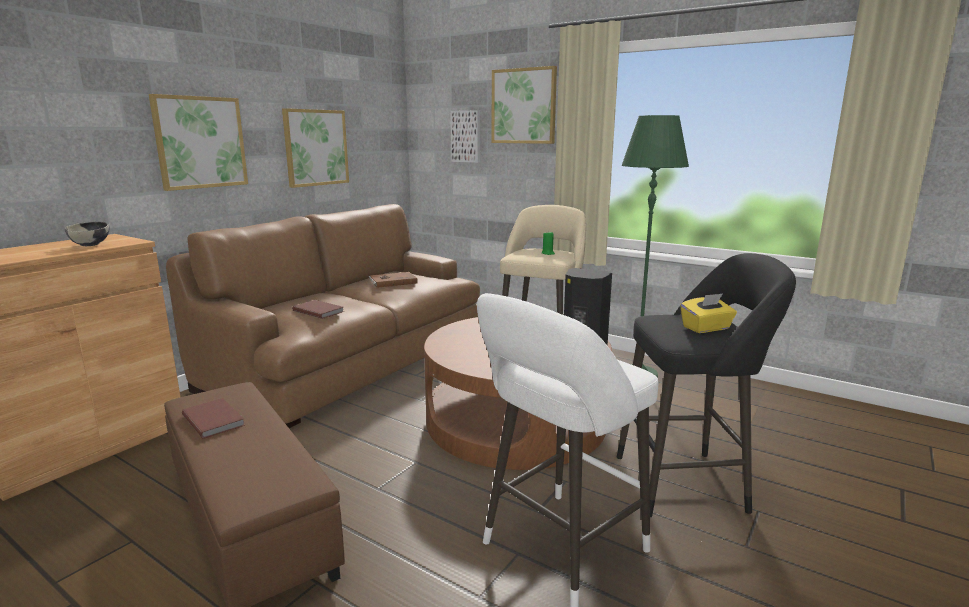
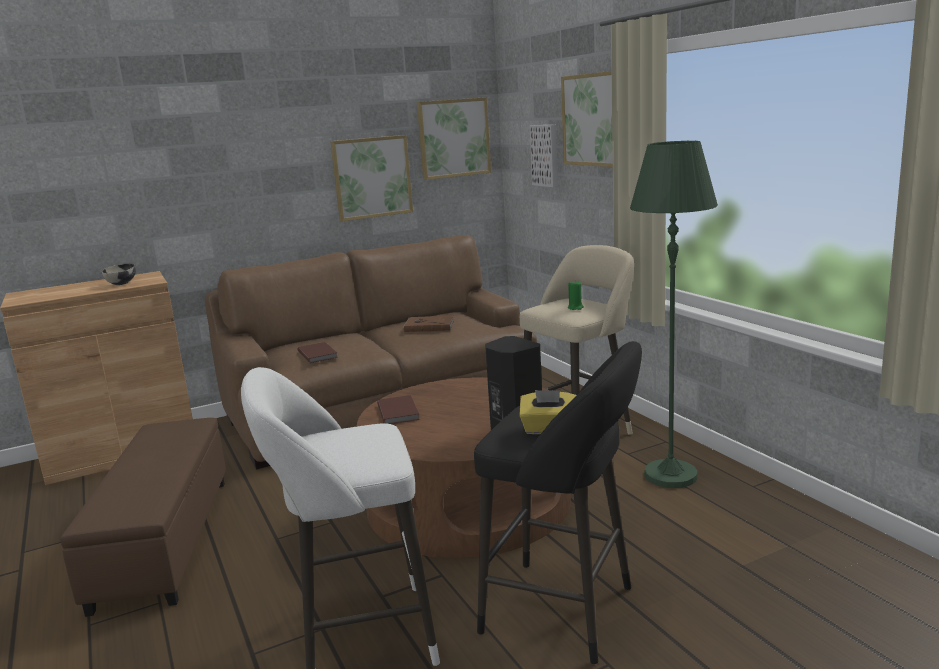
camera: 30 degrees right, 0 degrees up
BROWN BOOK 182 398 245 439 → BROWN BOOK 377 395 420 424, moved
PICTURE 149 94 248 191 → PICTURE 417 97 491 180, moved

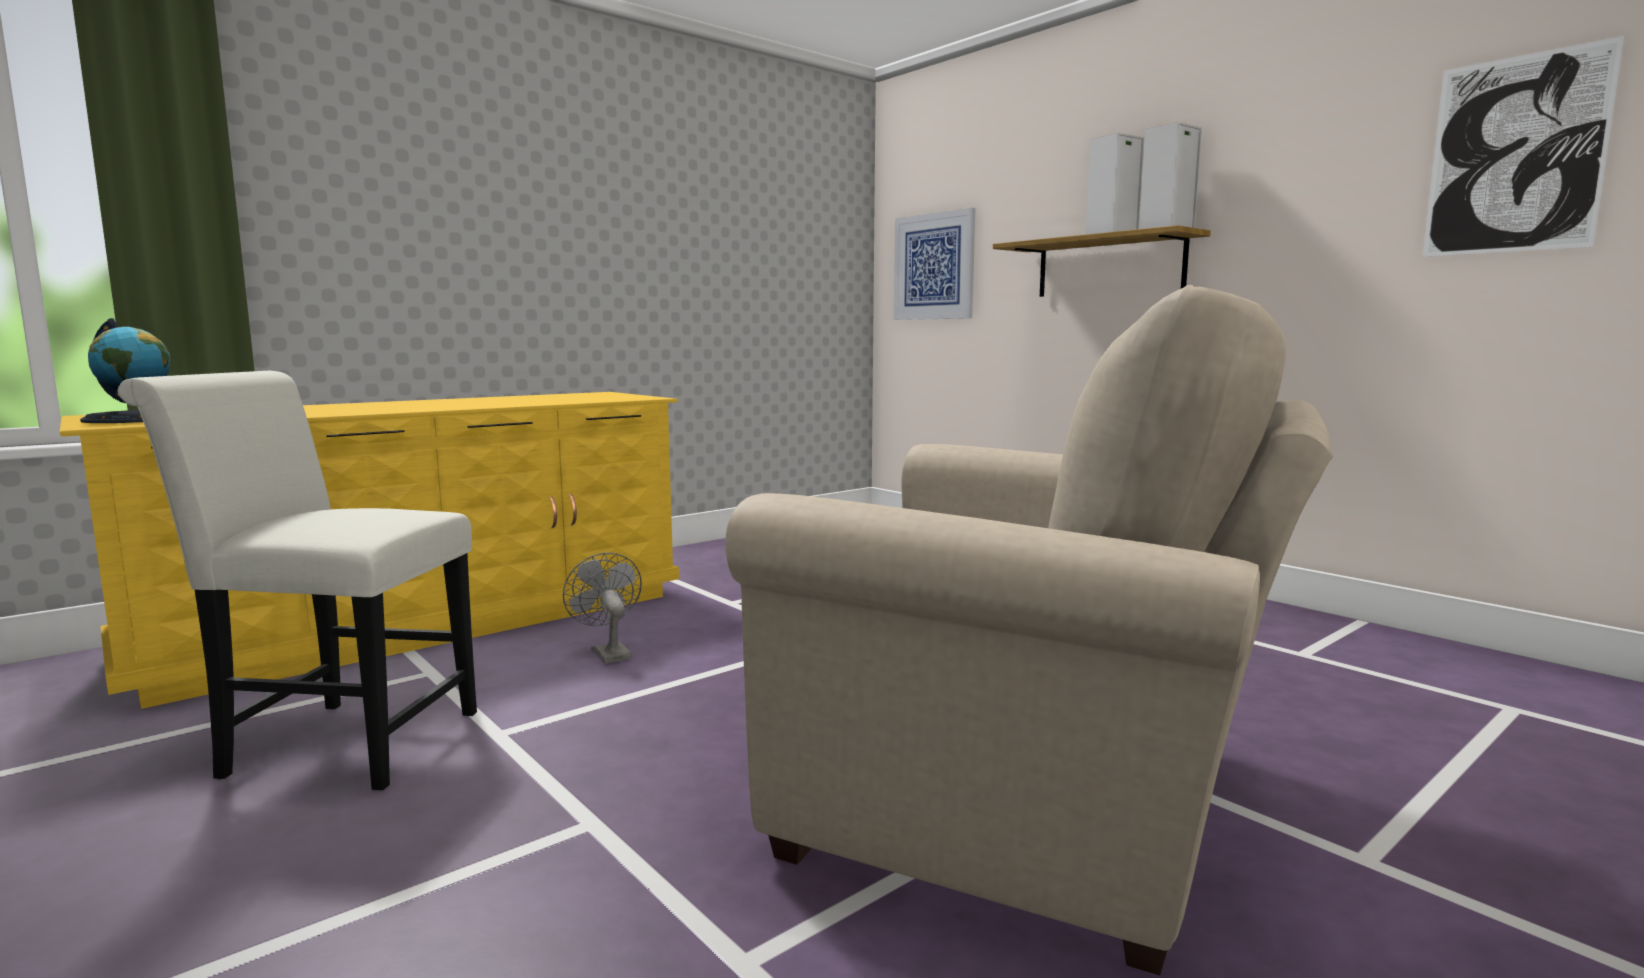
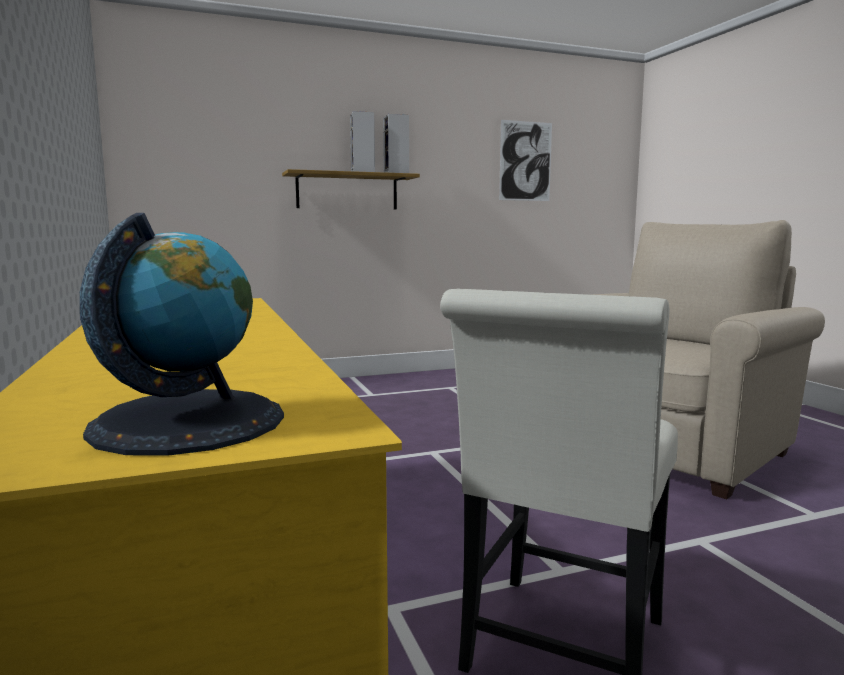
camera: 70 degrees left, 0 degrees up
GREY FAN 563 553 642 664 → -
PICTURE 894 208 975 320 → -

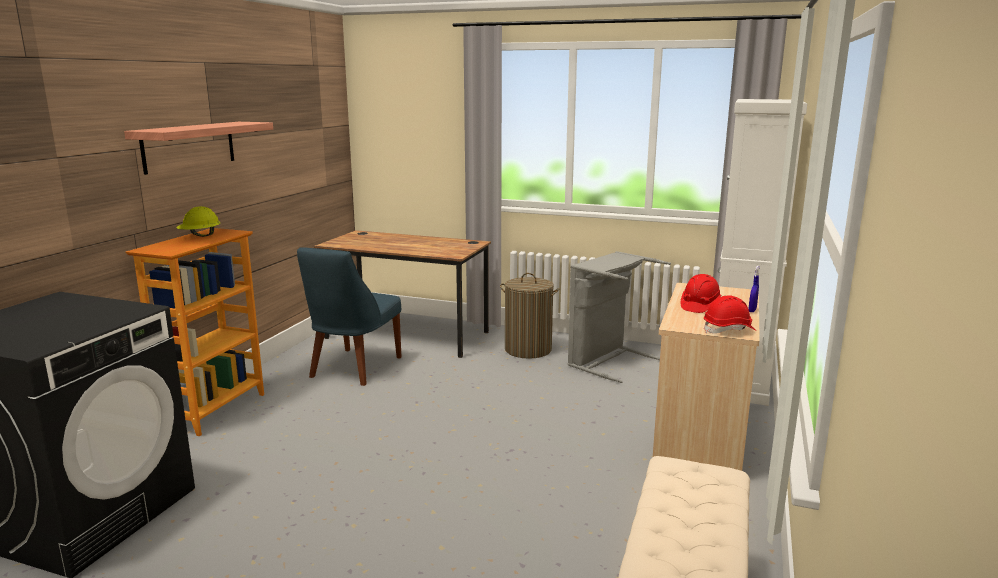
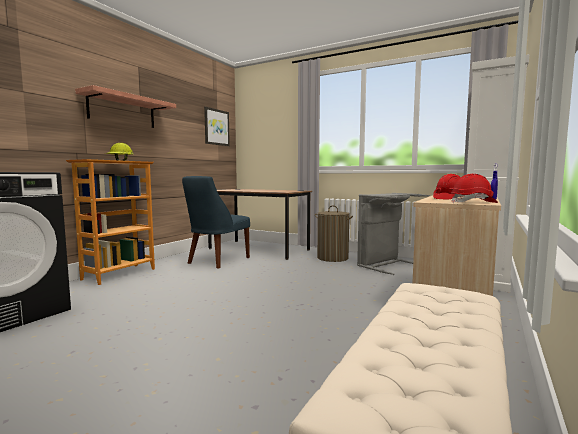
camera: 10 degrees right, 10 degrees down
- → PICTURE 204 107 230 146

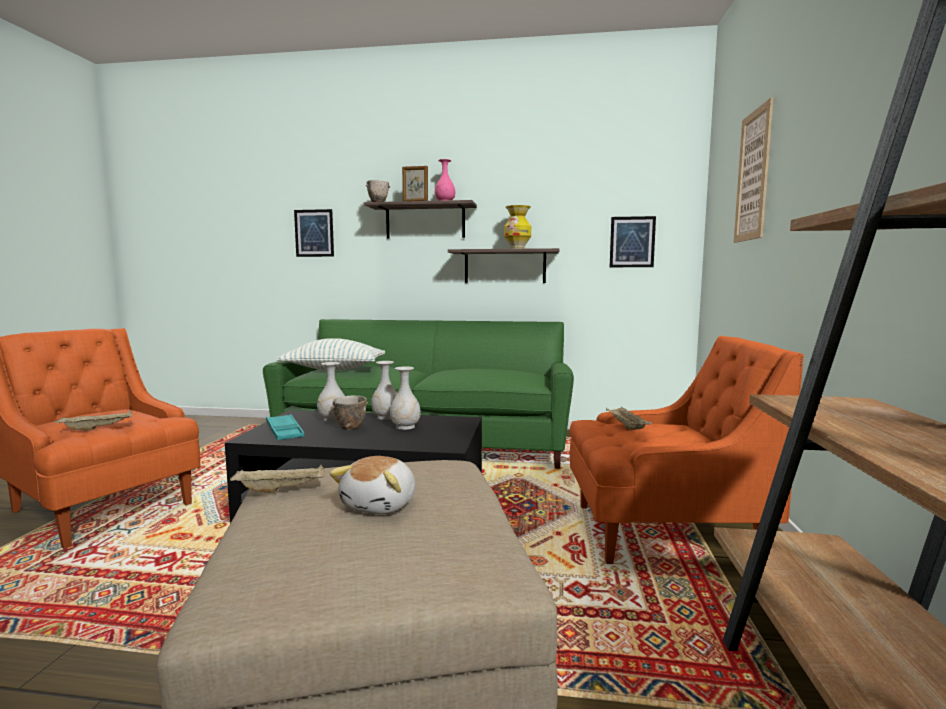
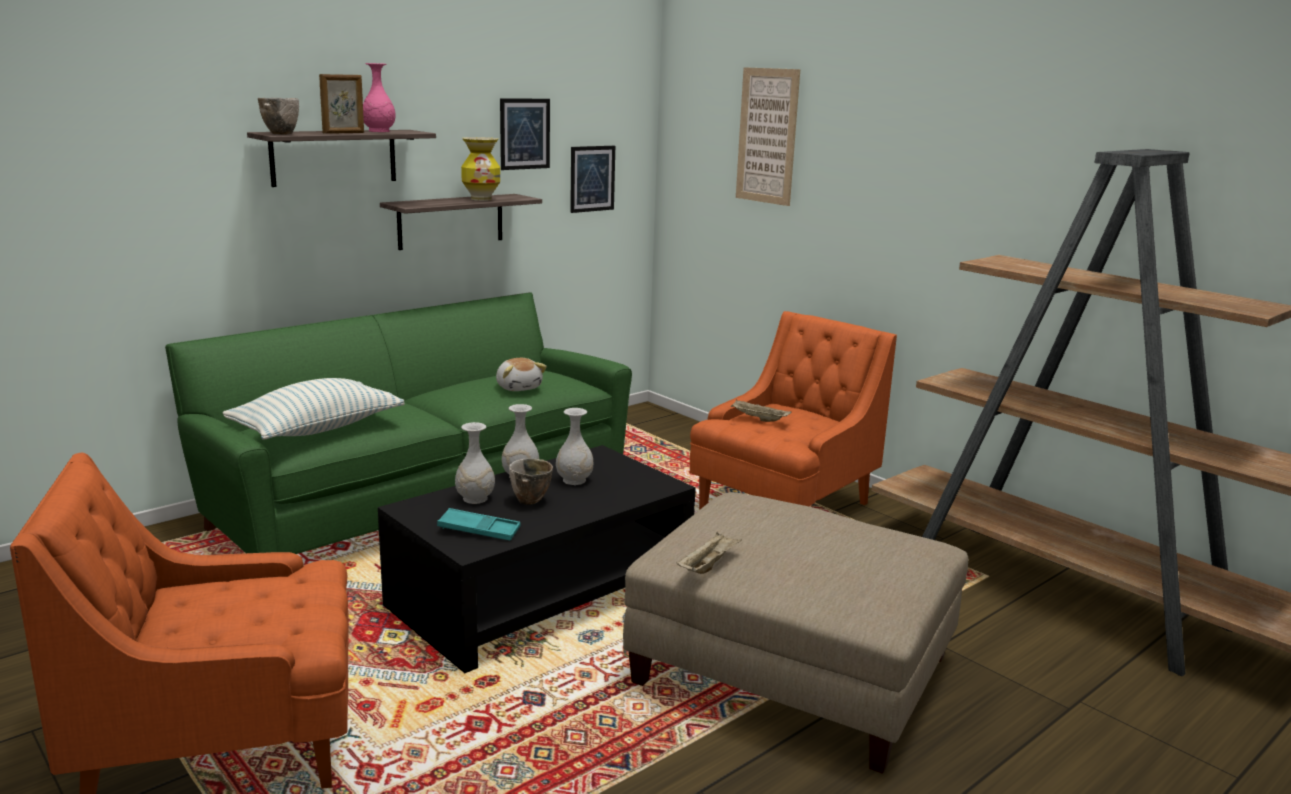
camera: 50 degrees left, 10 degrees up
PLUSH TOY 330 456 415 514 → PLUSH TOY 496 358 547 391, moved
PICTURE 294 209 334 257 → PICTURE 500 98 550 170, moved
BEIGE TRAY 55 411 132 431 → -

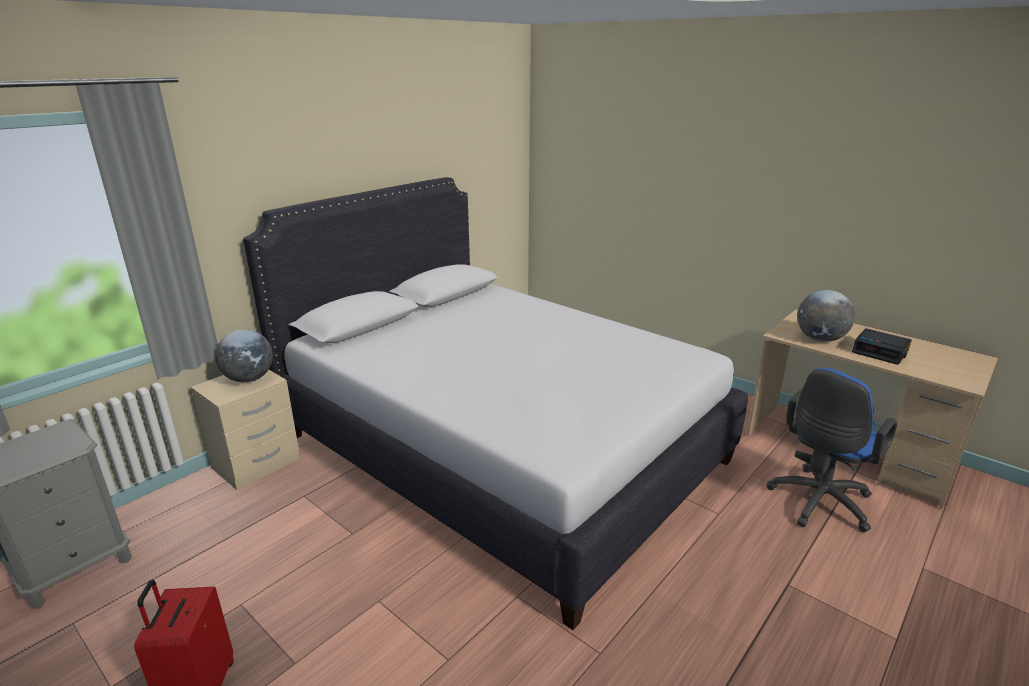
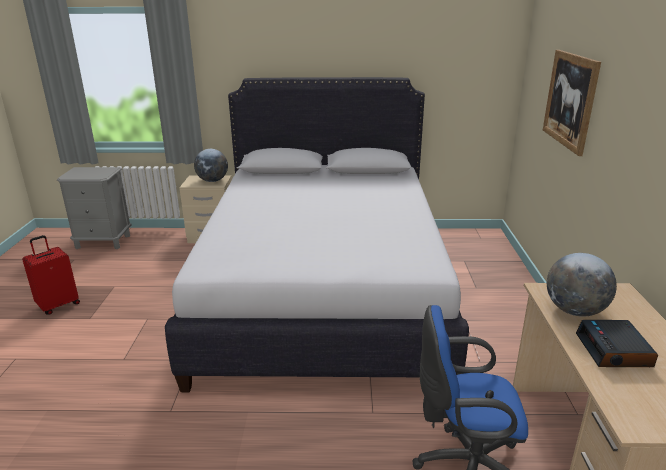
camera: 50 degrees right, 0 degrees up
- → PICTURE 543 50 601 156

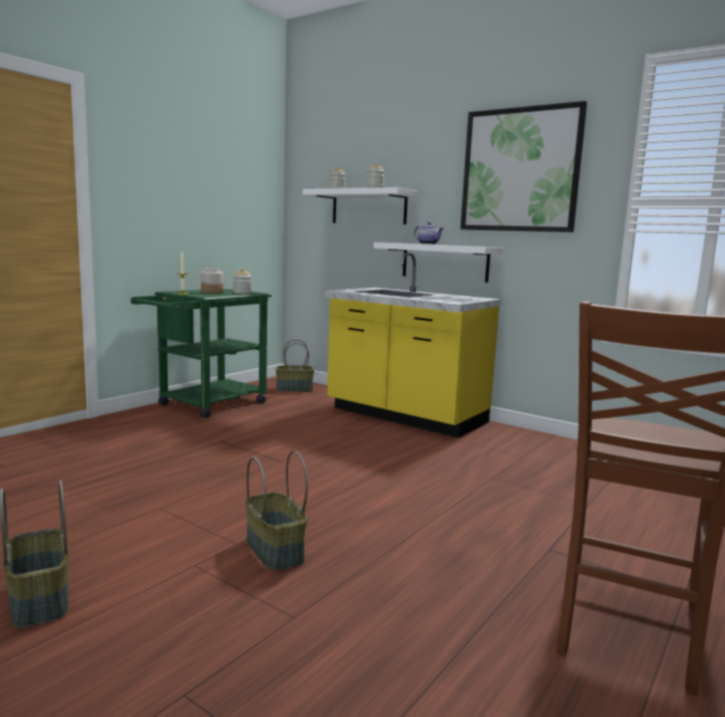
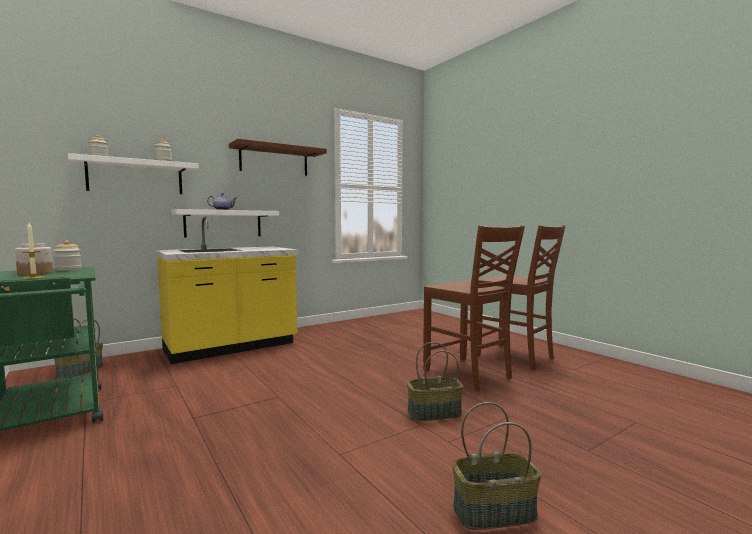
camera: 70 degrees left, 5 degrees down
PICTURE 460 101 587 232 → BROWN SHELF 229 139 327 176
- → BROWN CHAIR 423 225 525 391

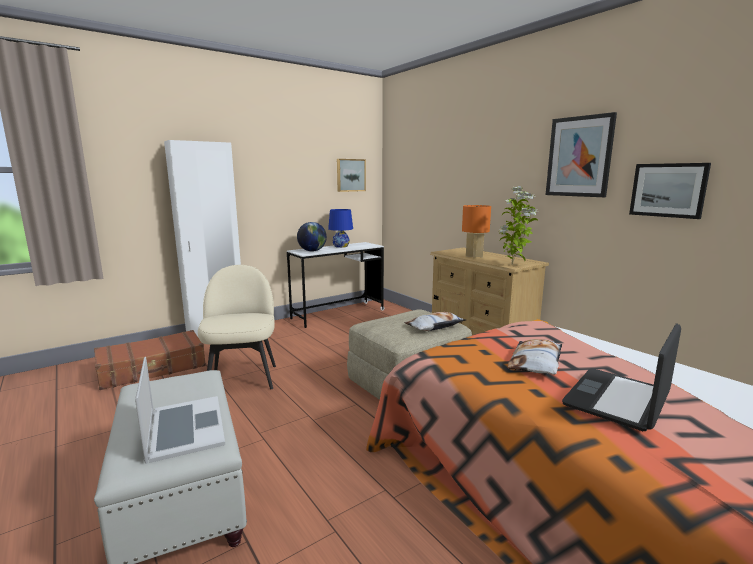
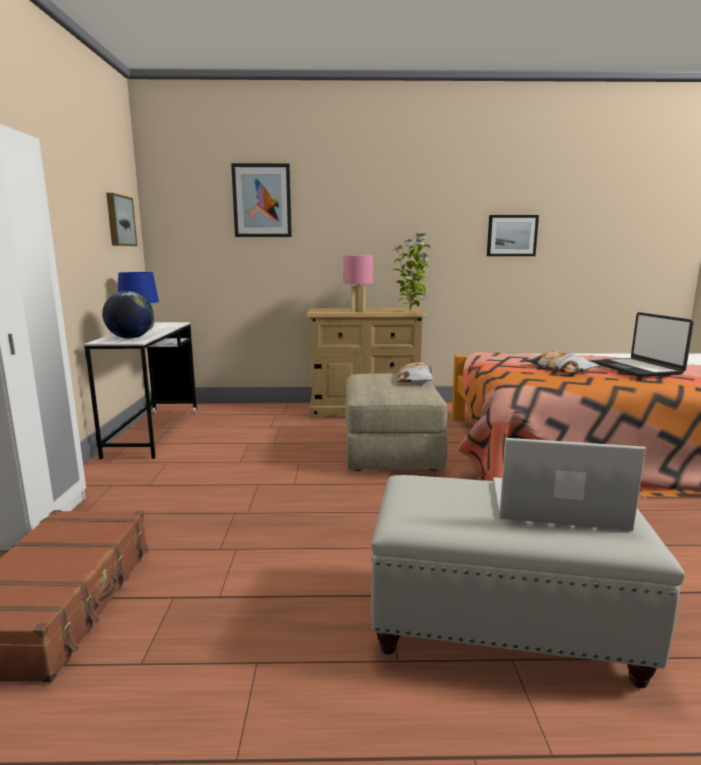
camera: 55 degrees left, 0 degrees up
PICTURE 546 112 617 197 → PICTURE 231 163 292 237, moved
ORANGE TABLE LAMP 462 205 491 258 → PINK TABLE LAMP 343 255 373 312
BEIGE CHAIR 198 265 276 389 → -

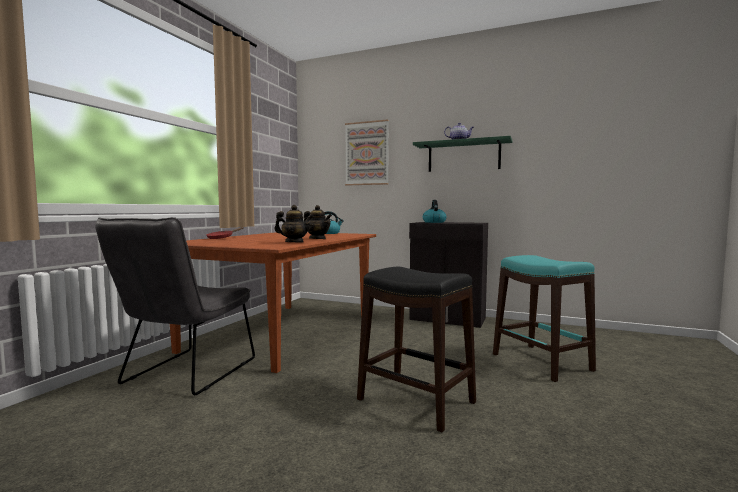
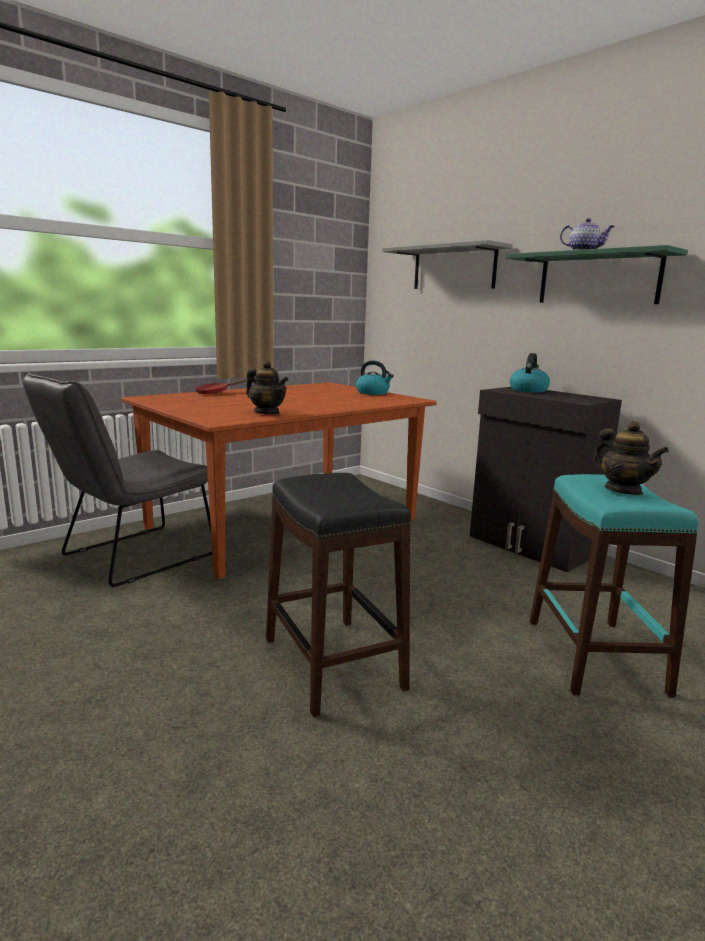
camera: 25 degrees right, 10 degrees up
PICTURE 345 119 389 186 → GREY SHELF 382 240 512 289
TEAPOT 304 205 332 239 → TEAPOT 593 421 669 495, moved

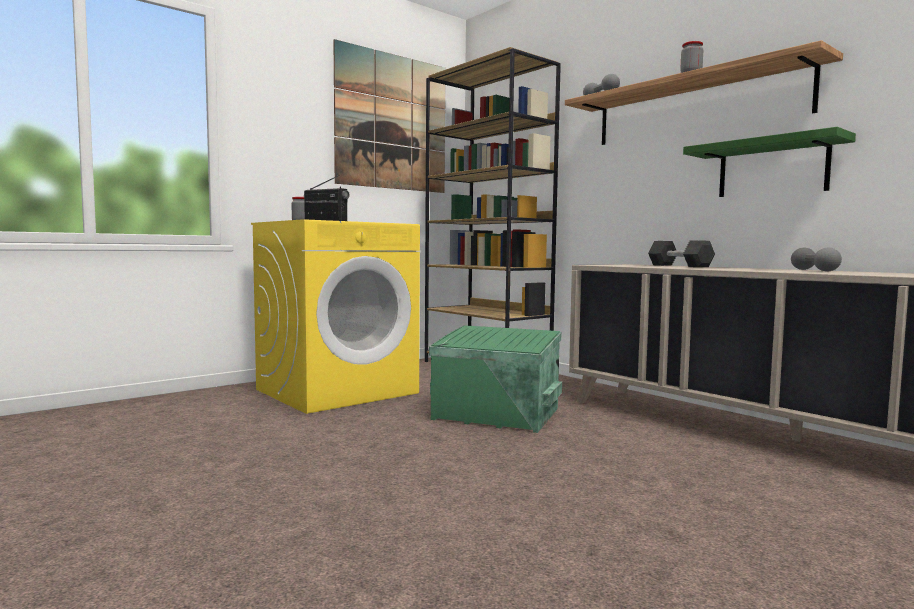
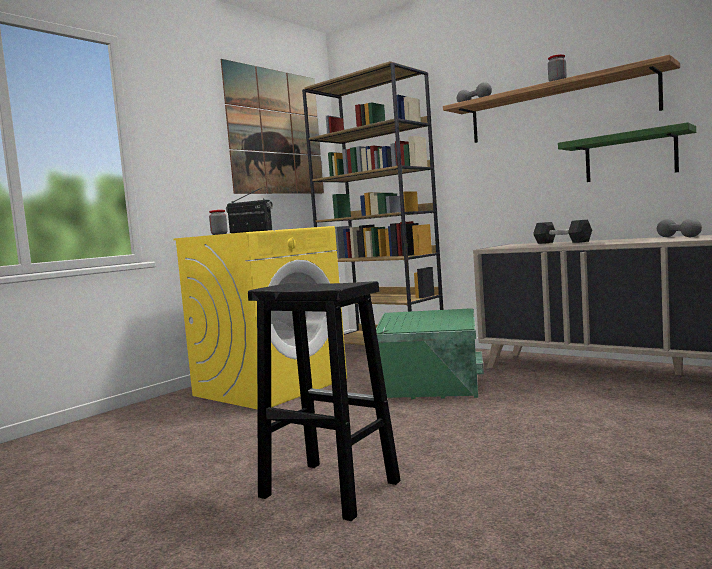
camera: 10 degrees left, 0 degrees up
- → BLACK STOOL 248 281 401 521

